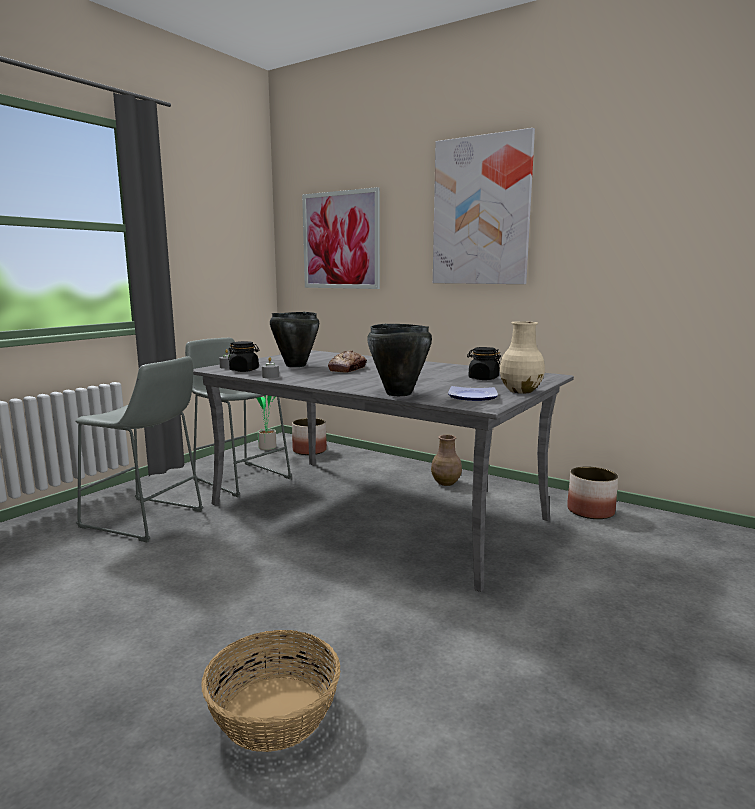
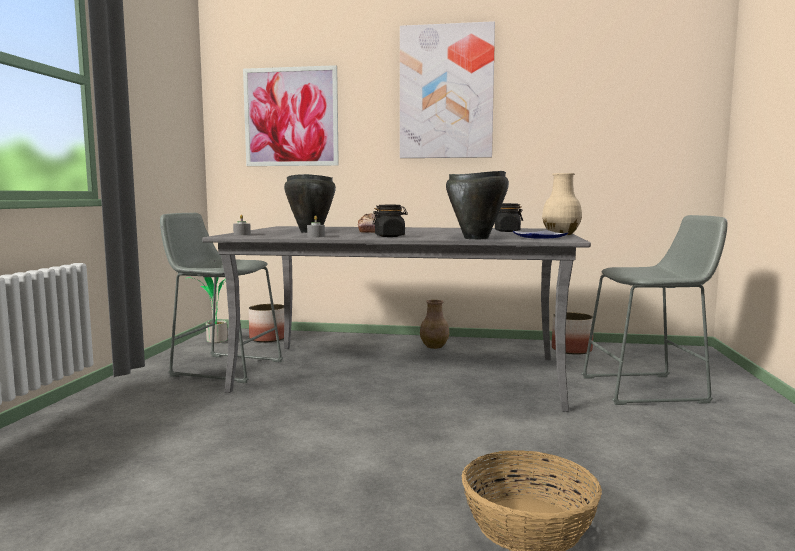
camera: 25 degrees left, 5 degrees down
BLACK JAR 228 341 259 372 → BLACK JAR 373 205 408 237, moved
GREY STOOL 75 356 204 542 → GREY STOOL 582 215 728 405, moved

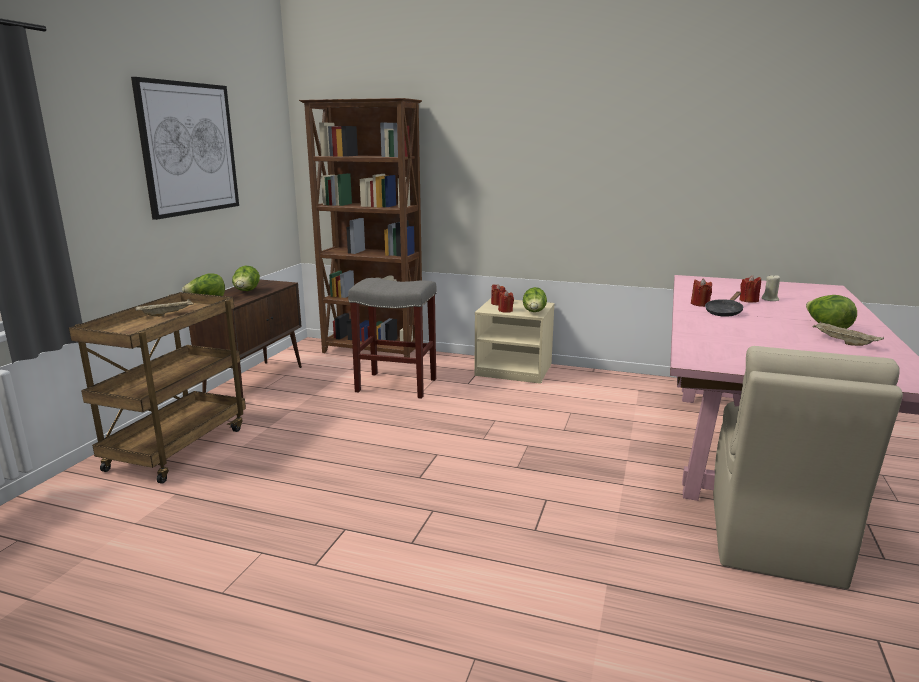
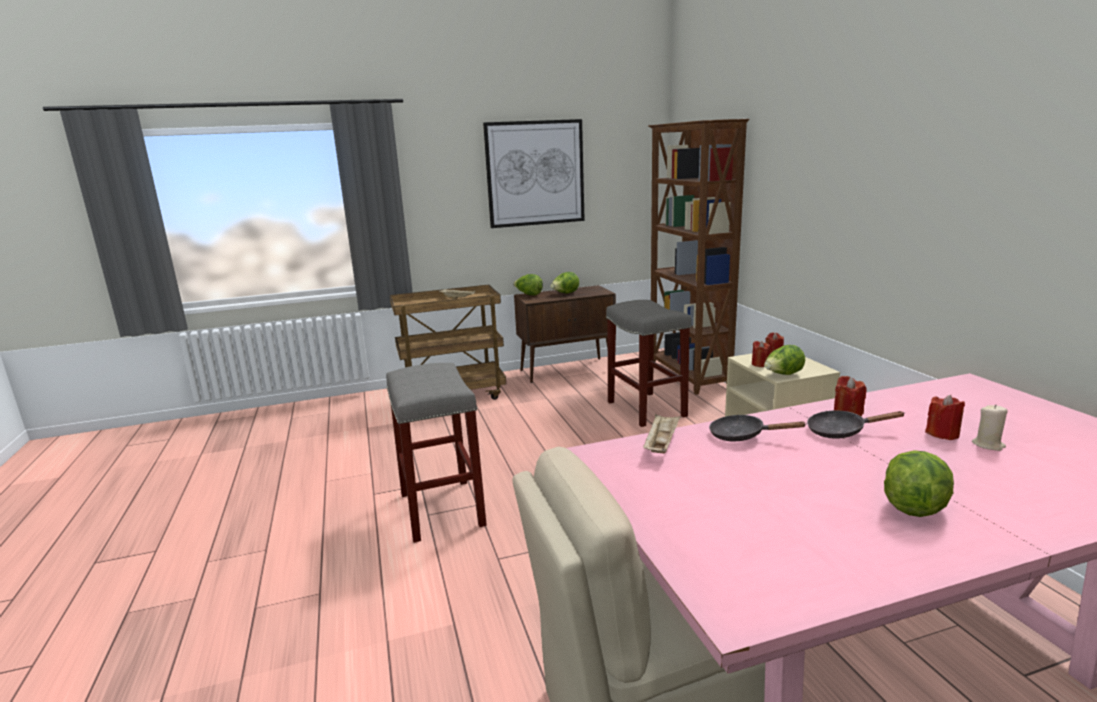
camera: 55 degrees right, 0 degrees up
- → GREY STOOL 386 363 487 543
BEIGE TRAY 813 322 884 346 → BEIGE TRAY 643 414 681 453, moved
- → BLACK FRYING PAN 709 415 805 441

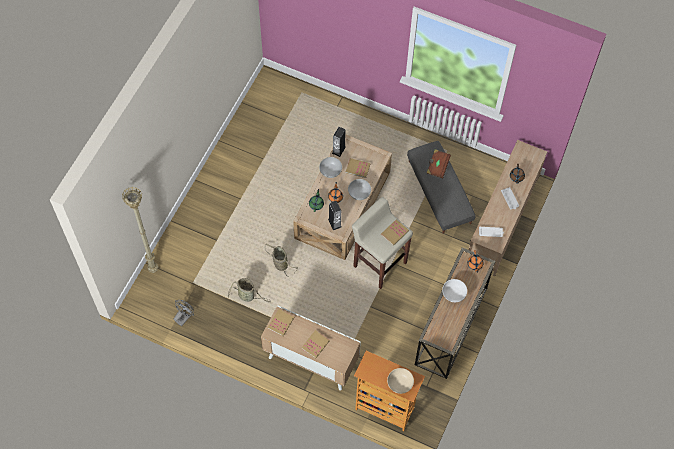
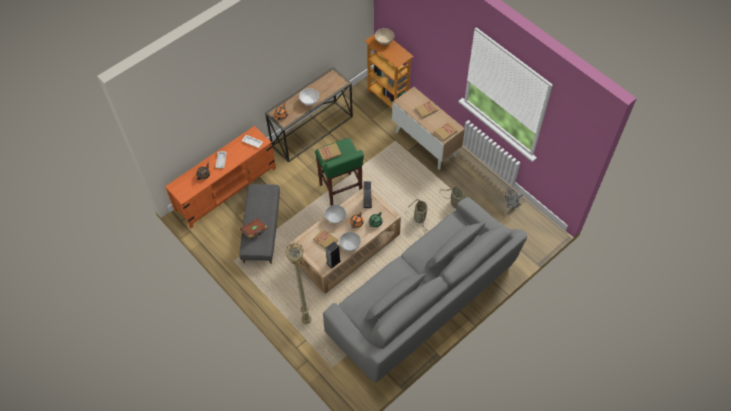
camera: 155 degrees left, 5 degrees down
BEIGE TV STAND 469 140 547 276 → ORANGE TV STAND 165 126 276 228
BEIGE FLOOR LAMP 122 187 158 273 → BEIGE FLOOR LAMP 285 243 311 324, moved
BEIGE STOOL 352 197 413 289 → GREEN STOOL 315 138 364 206
- → GREY SOFA 323 197 527 382

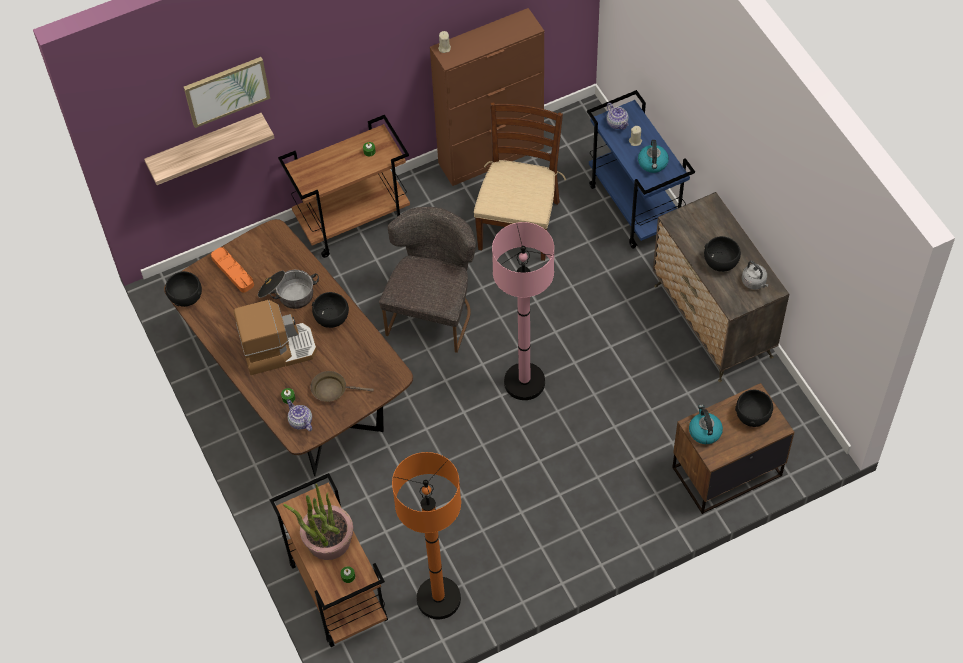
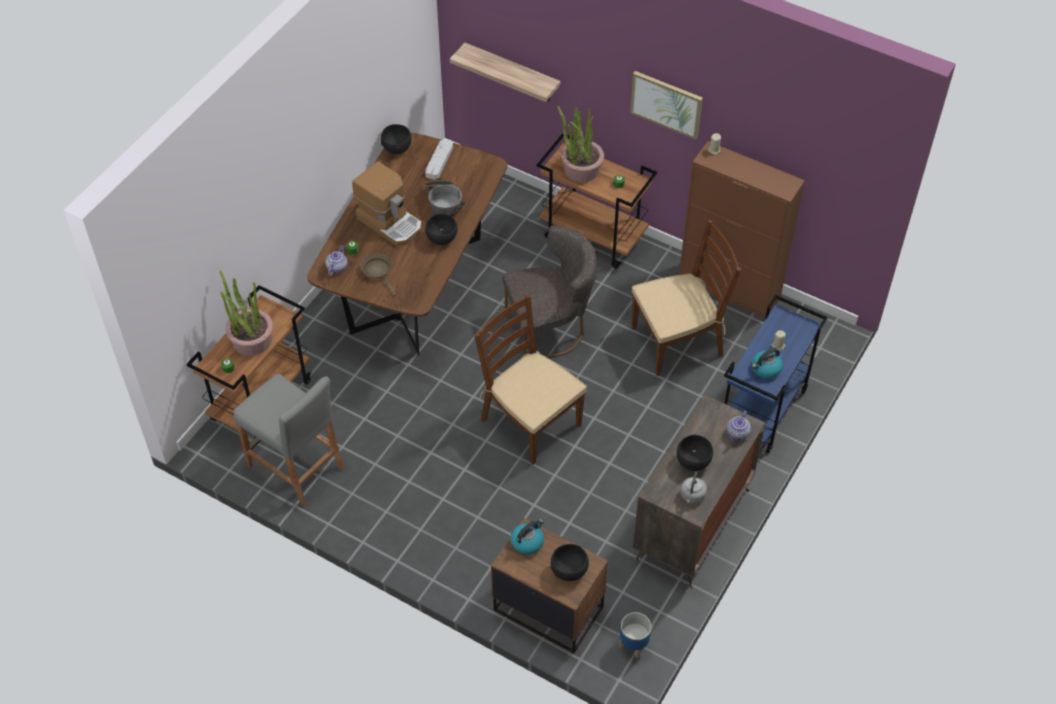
camera: 55 degrees right, 5 degrees down
ORANGE FLOOR LAMP 392 452 461 619 → GREY STOOL 233 374 345 507
ORANGE TRAY 211 247 254 292 → GREY TRAY 425 139 453 180
PINK FLOOR LAMP 492 222 554 400 → BROWN CHAIR 474 295 587 465
- → POTTED PLANT 557 106 604 182
- → PLANTER 619 612 651 659
PICTURE 184 57 270 128 → PICTURE 630 71 703 140, moved
TEAPOT 607 103 629 130 → TEAPOT 727 411 751 442, moved

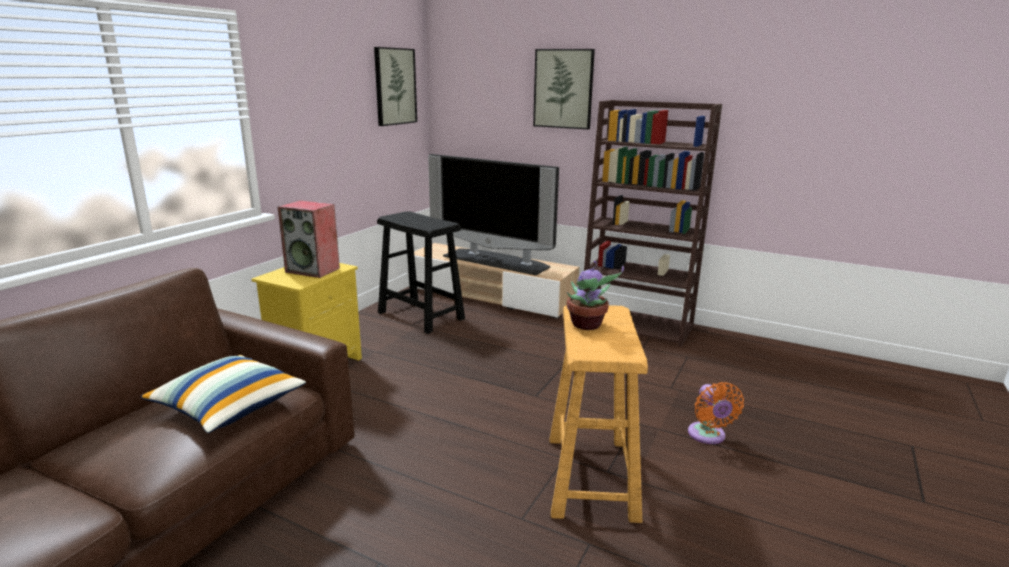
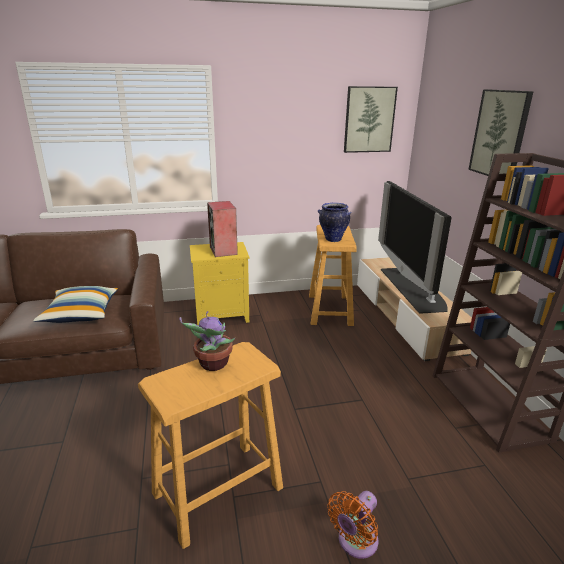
camera: 50 degrees right, 5 degrees up
BLACK STOOL 377 211 465 334 → BEIGE STOOL 309 225 357 326
- → VASE 318 203 352 242

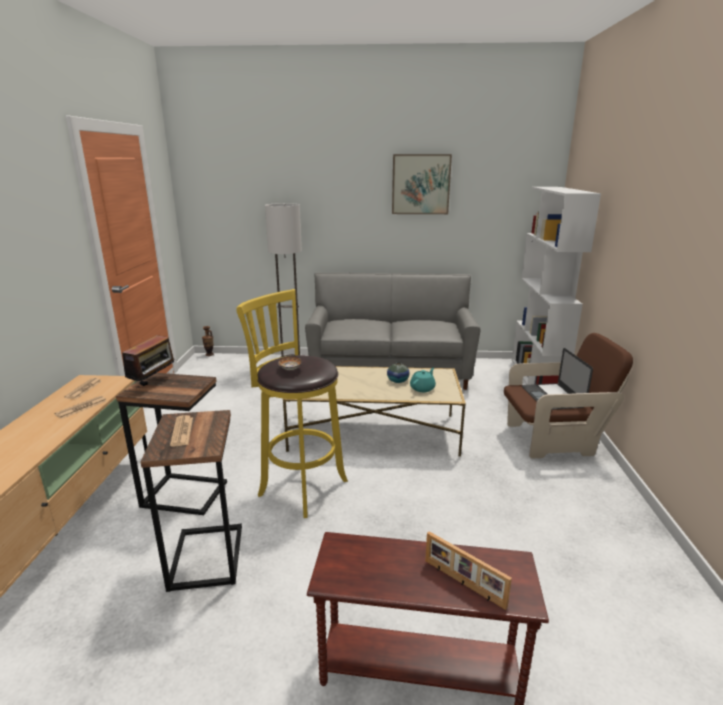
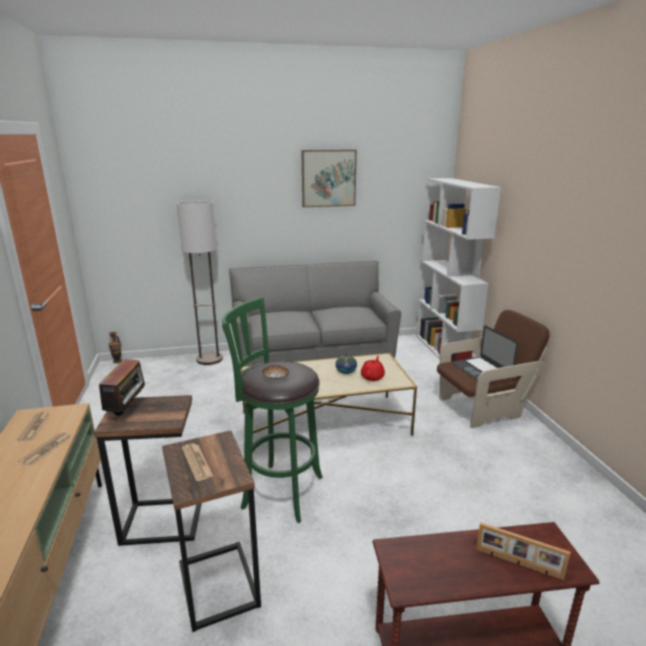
camera: 15 degrees left, 0 degrees up
YELLOW STOOL 236 289 348 518 → GREEN STOOL 222 297 323 523
TURQUOISE TEAPOT 410 368 436 392 → RED TEAPOT 361 356 385 381

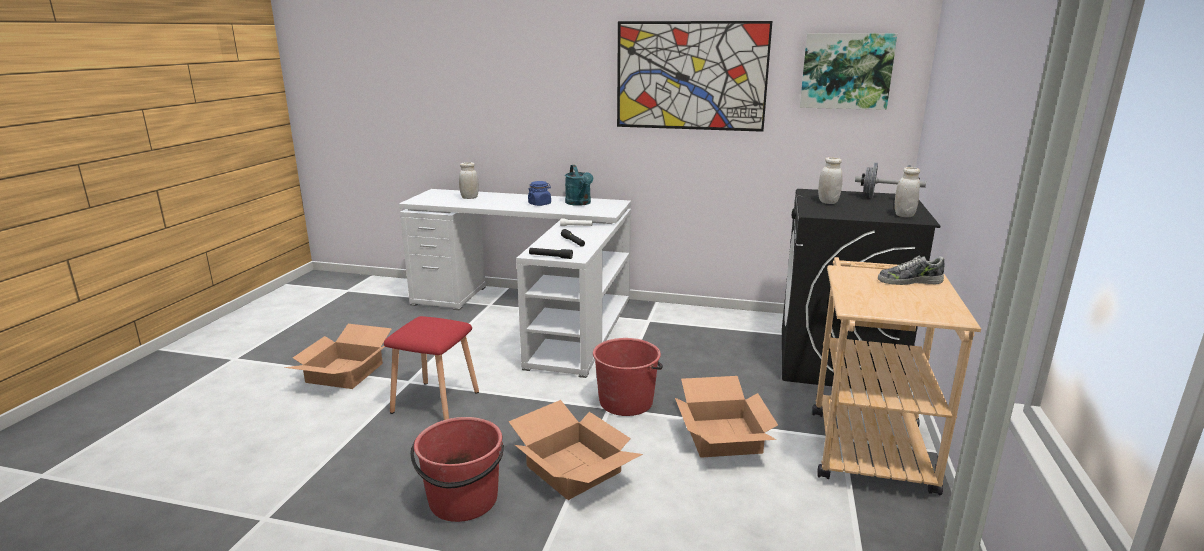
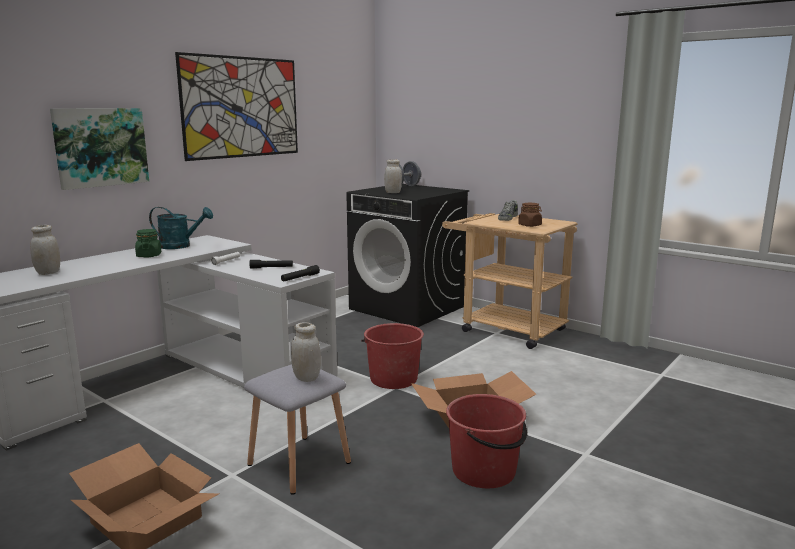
camera: 65 degrees left, 5 degrees down
PICTURE 800 33 897 110 → PICTURE 50 108 149 190, moved
BLUE JAR 528 181 551 206 → GREEN JAR 135 229 161 257
RED STOOL 384 316 479 420 → GREY STOOL 244 364 351 495
WHITE JAR 895 167 920 217 → WHITE JAR 291 322 321 382, moved
- → BROWN JAR 518 203 542 227
CARDBOARD BOX 675 376 778 458 → -

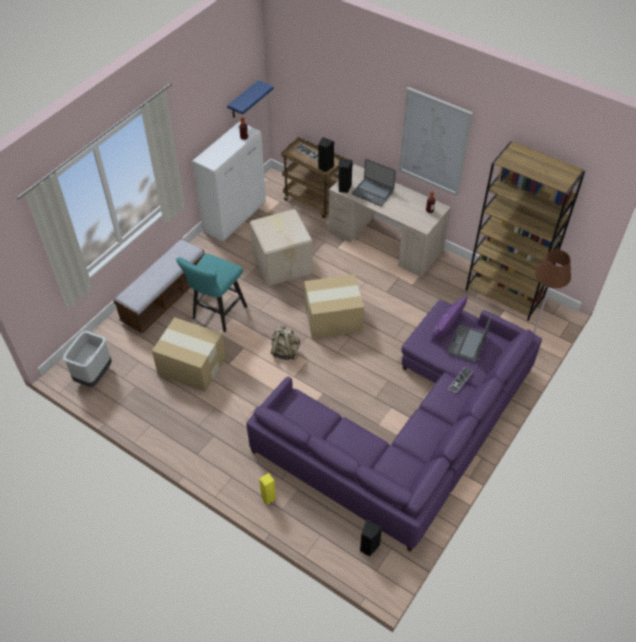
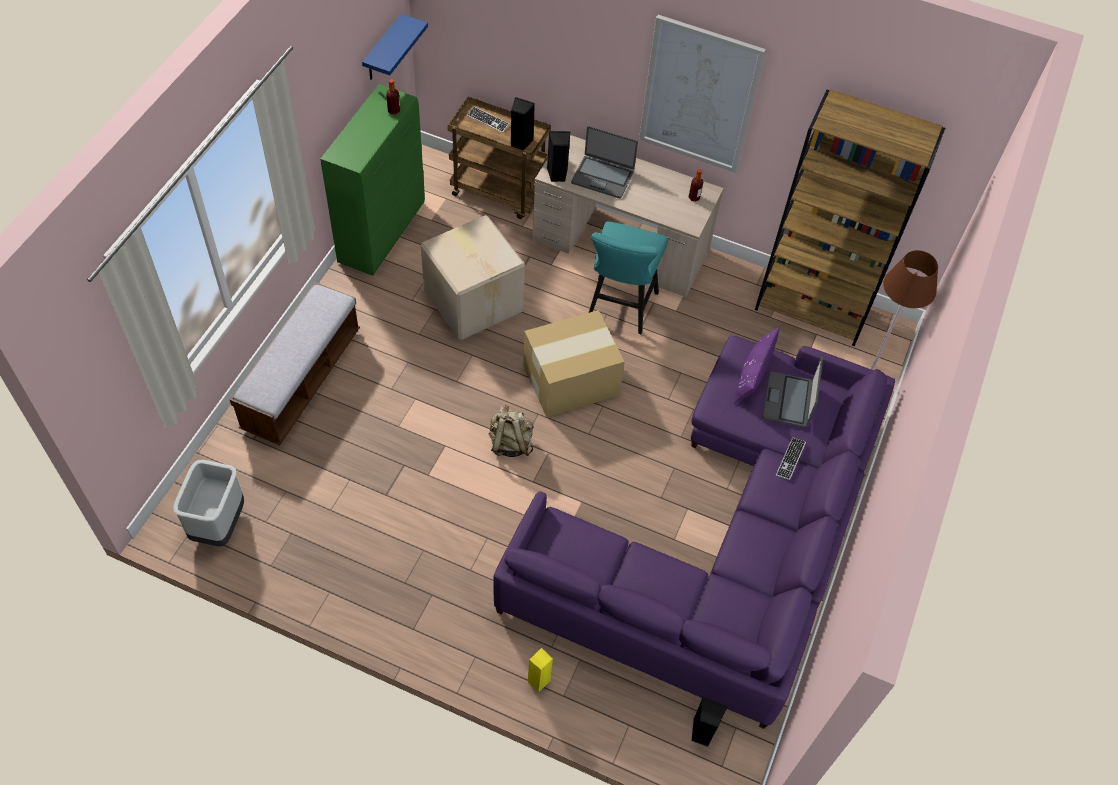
camera: 15 degrees left, 5 degrees up
WHITE CABINET 192 122 266 242 → GREEN CABINET 320 84 425 276
TURQUOISE STOOL 176 253 247 332 → TURQUOISE STOOL 589 221 668 334, moved
CARDBOARD BOX 152 317 226 392 → -

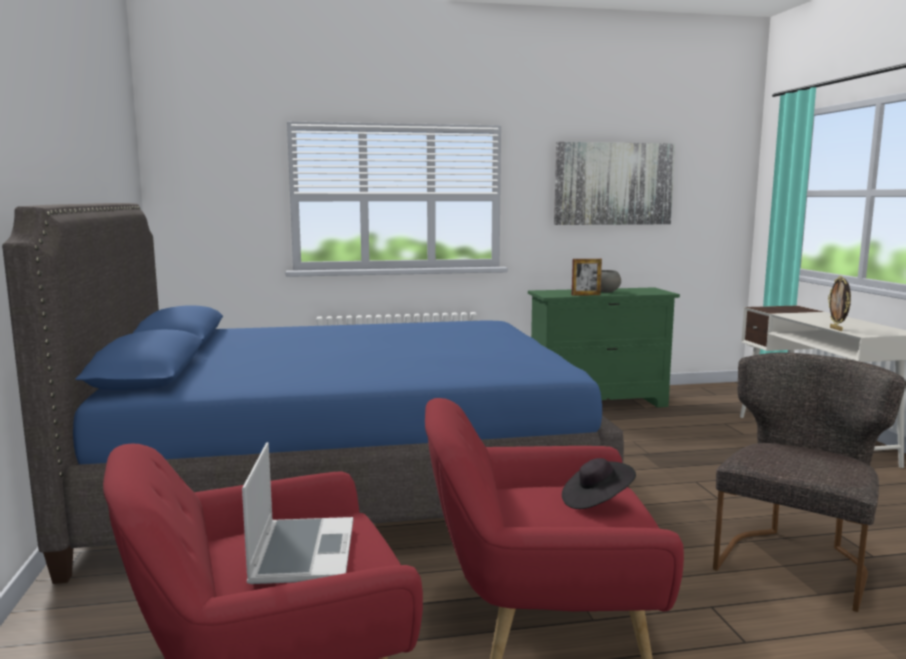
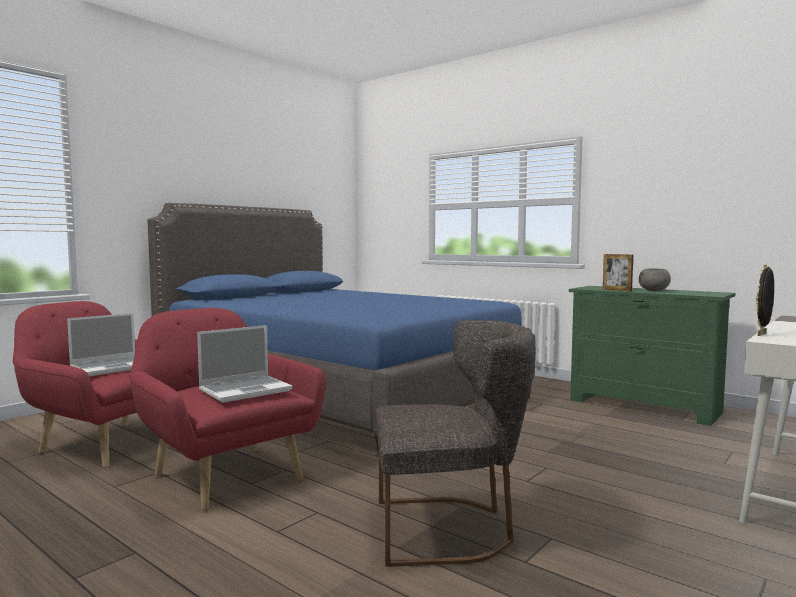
camera: 50 degrees right, 5 degrees down
BLACK HAT 562 458 636 509 → LAPTOP 197 325 292 403
PICTURE 554 142 675 225 → -

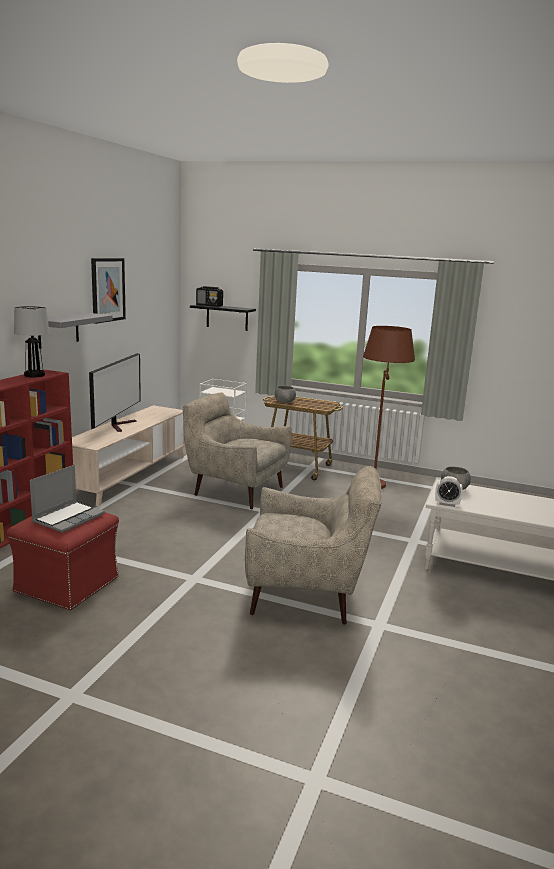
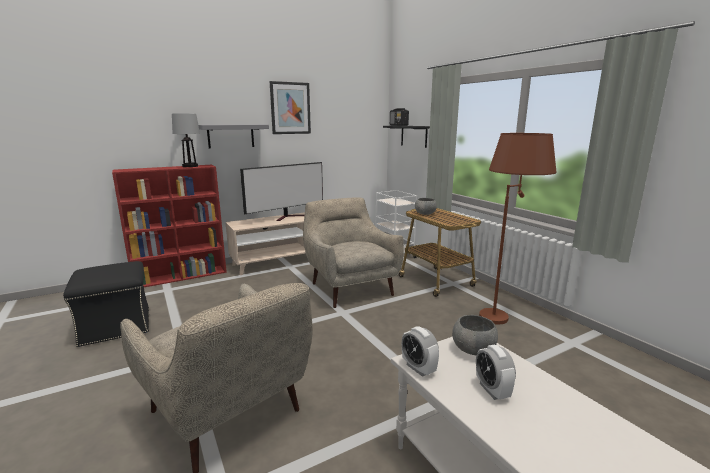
camera: 40 degrees right, 0 degrees up
RED OTTOMAN 7 512 119 610 → BLACK OTTOMAN 63 261 149 347
- → ALARM CLOCK 476 345 516 400
LAPTOP 30 465 105 533 → -

